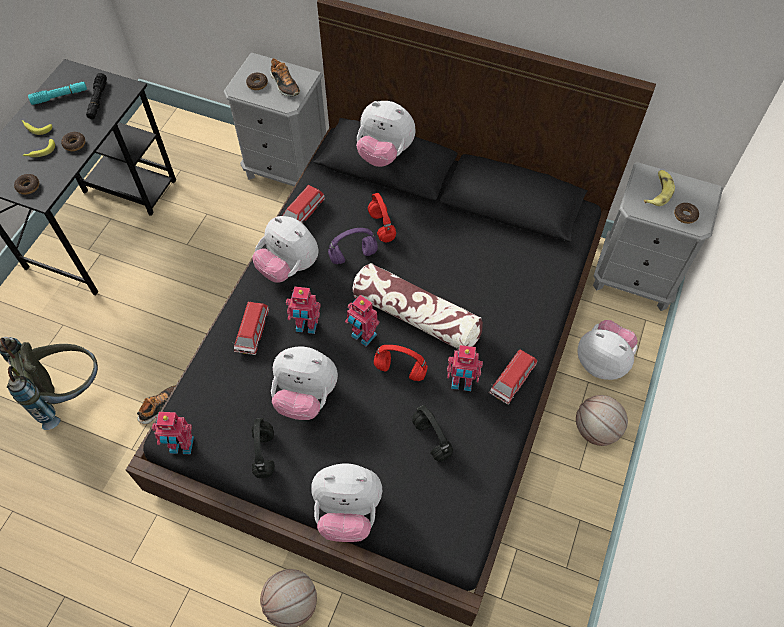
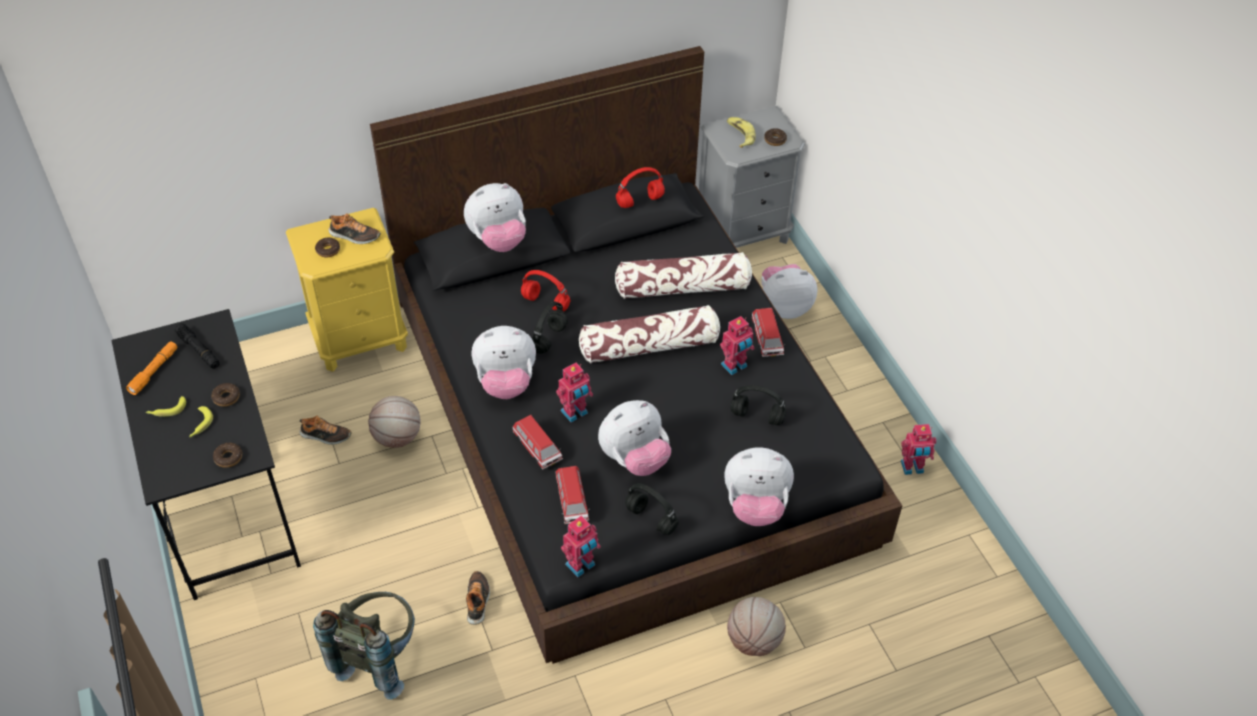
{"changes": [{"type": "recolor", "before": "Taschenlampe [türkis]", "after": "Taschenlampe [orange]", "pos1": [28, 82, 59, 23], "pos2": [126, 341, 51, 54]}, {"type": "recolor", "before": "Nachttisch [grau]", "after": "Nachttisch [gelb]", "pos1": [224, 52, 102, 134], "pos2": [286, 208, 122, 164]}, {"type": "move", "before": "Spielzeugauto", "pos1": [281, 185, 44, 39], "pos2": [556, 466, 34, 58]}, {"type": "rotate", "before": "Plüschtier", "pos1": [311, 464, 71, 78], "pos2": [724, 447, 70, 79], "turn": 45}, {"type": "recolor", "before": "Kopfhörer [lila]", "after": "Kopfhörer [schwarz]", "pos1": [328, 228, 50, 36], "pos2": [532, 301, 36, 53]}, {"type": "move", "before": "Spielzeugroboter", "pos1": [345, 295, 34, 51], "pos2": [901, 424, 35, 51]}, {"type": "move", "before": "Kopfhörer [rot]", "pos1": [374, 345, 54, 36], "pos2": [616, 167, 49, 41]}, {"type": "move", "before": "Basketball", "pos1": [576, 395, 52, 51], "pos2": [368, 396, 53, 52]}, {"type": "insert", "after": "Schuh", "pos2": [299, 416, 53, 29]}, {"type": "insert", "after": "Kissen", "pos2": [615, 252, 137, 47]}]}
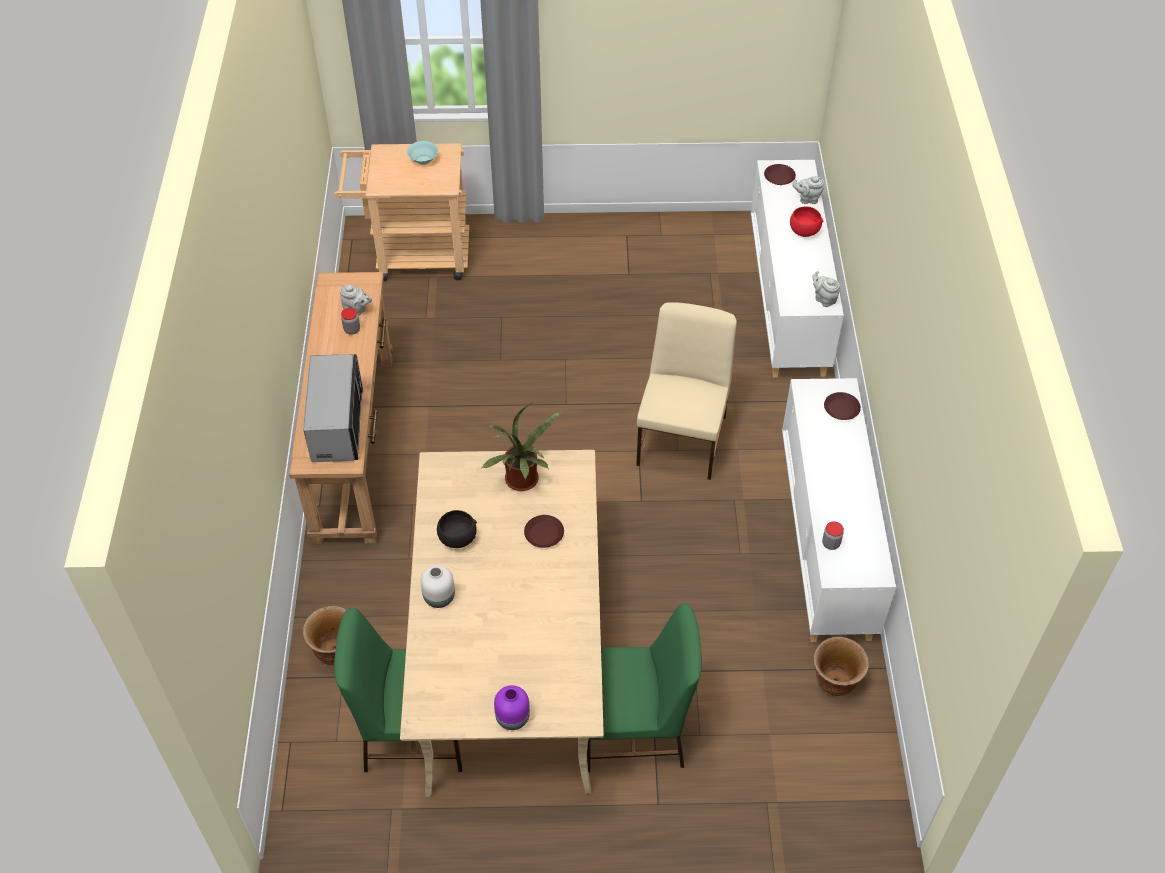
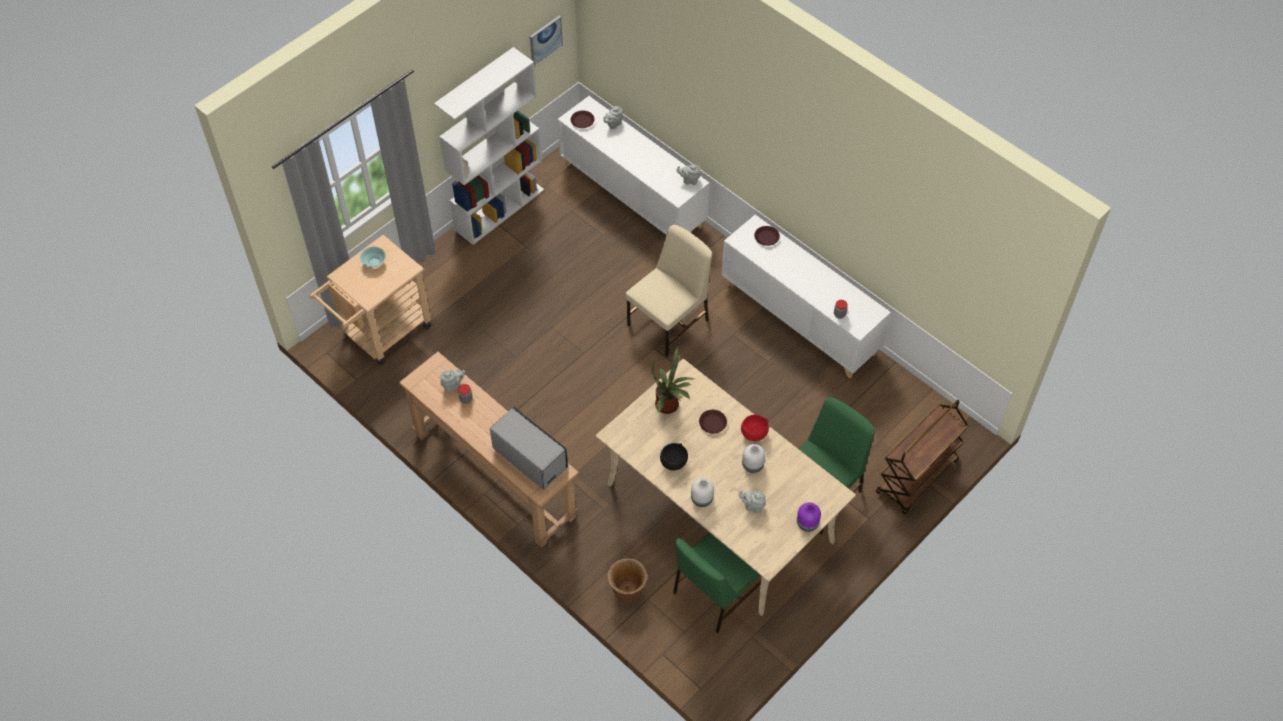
{"changes": [{"type": "rotate", "before": "Stuhl [beige]", "pos1": [636, 302, 101, 178], "pos2": [625, 225, 87, 132], "turn": 75}, {"type": "move", "before": "Schüssel [rot]", "pos1": [790, 207, 33, 30], "pos2": [741, 415, 28, 26]}, {"type": "delete", "before": "Pflanzkübel [braun]", "pos1": [813, 637, 56, 59]}, {"type": "insert", "after": "Bücherregal [weiß]", "pos2": [434, 47, 110, 198]}, {"type": "insert", "after": "Bild", "pos2": [530, 16, 33, 51]}, {"type": "insert", "after": "Teekanne [grau]", "pos2": [738, 490, 28, 23]}, {"type": "insert", "after": "Vase [weiß]", "pos2": [742, 444, 23, 29]}, {"type": "insert", "after": "Rollwagen [braun]", "pos2": [876, 400, 93, 115]}]}
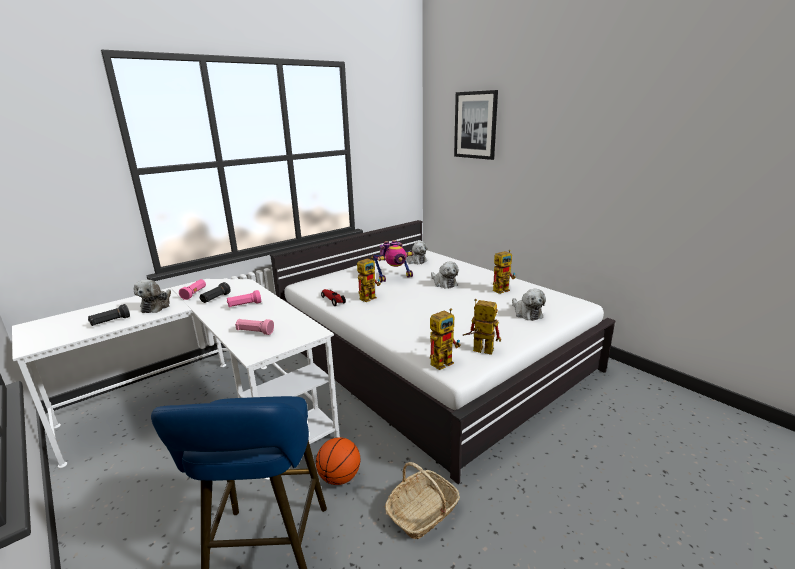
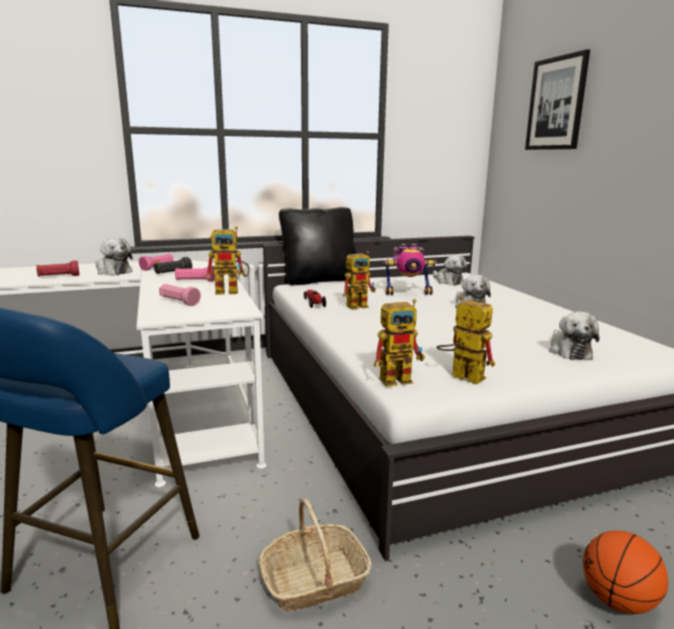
{"changes": [{"type": "recolor", "before": "Taschenlampe [schwarz]", "after": "Taschenlampe [rot]", "pos1": [88, 304, 42, 22], "pos2": [36, 260, 43, 16]}, {"type": "rotate", "before": "Plüschtier", "pos1": [134, 279, 37, 34], "pos2": [95, 237, 38, 38], "turn": -75}, {"type": "move", "before": "Basketball", "pos1": [316, 437, 45, 48], "pos2": [583, 531, 85, 83]}, {"type": "move", "before": "Spielzeugroboter", "pos1": [493, 250, 22, 44], "pos2": [206, 227, 44, 68]}, {"type": "insert", "after": "Kissen [schwarz]", "pos2": [279, 207, 77, 78]}]}
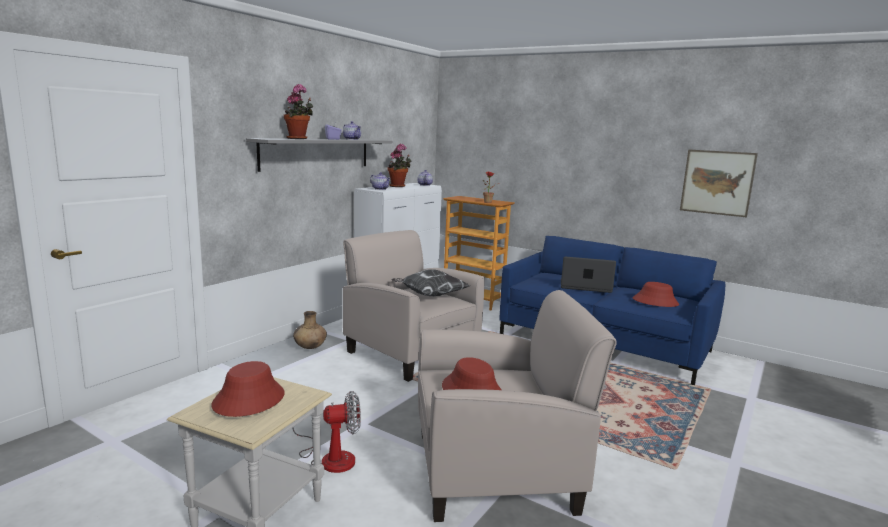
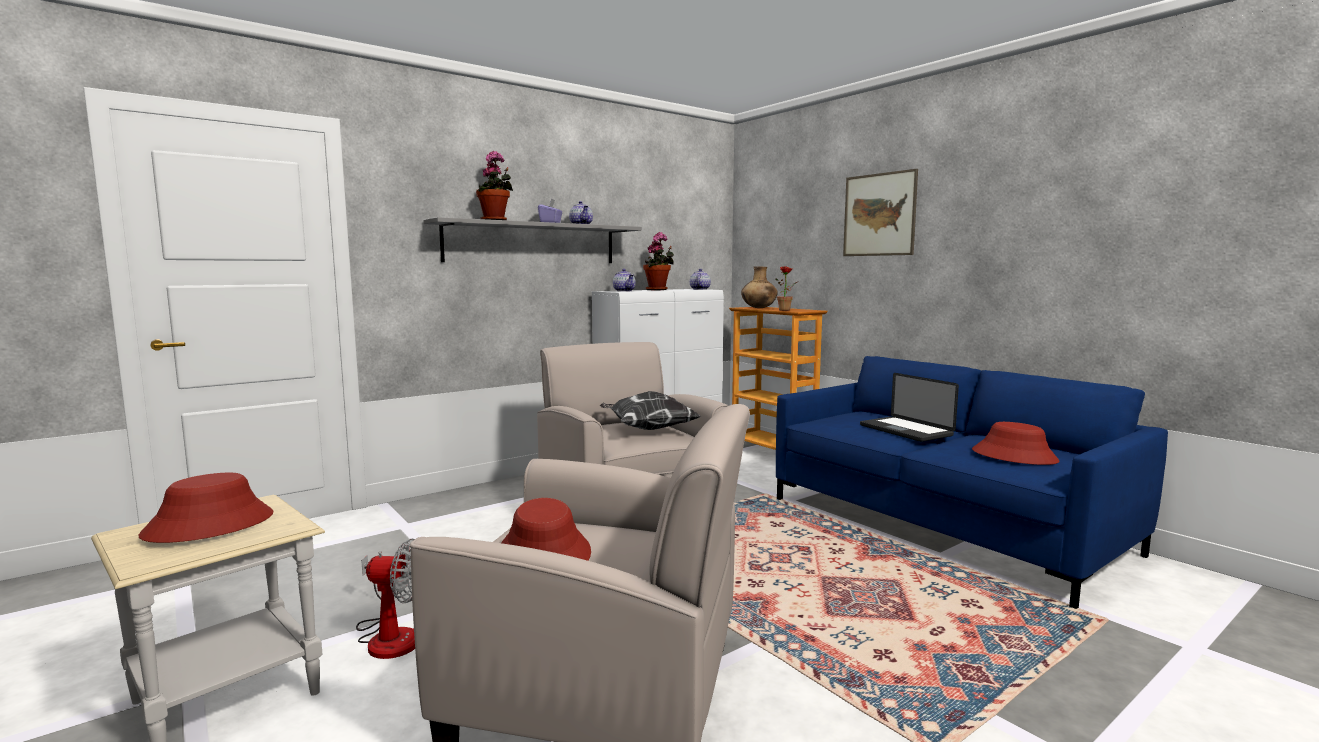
{"changes": [{"type": "move", "before": "Vase [braun]", "pos1": [293, 311, 34, 38], "pos2": [741, 266, 37, 42]}, {"type": "rotate", "before": "Laptop", "pos1": [561, 257, 55, 36], "pos2": [860, 373, 99, 69], "turn": -150}, {"type": "move", "before": "Bild", "pos1": [680, 149, 78, 69], "pos2": [843, 169, 75, 87]}]}
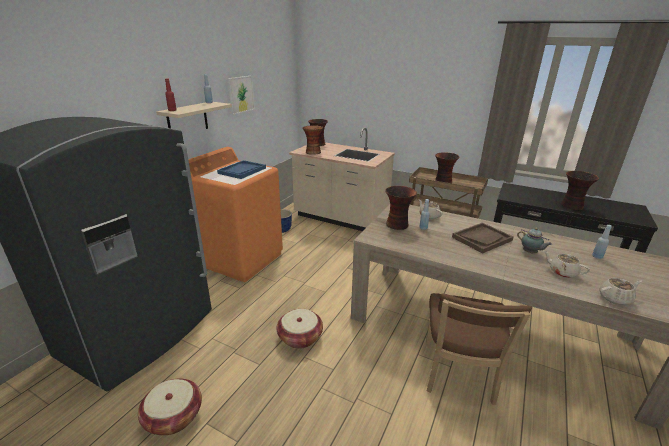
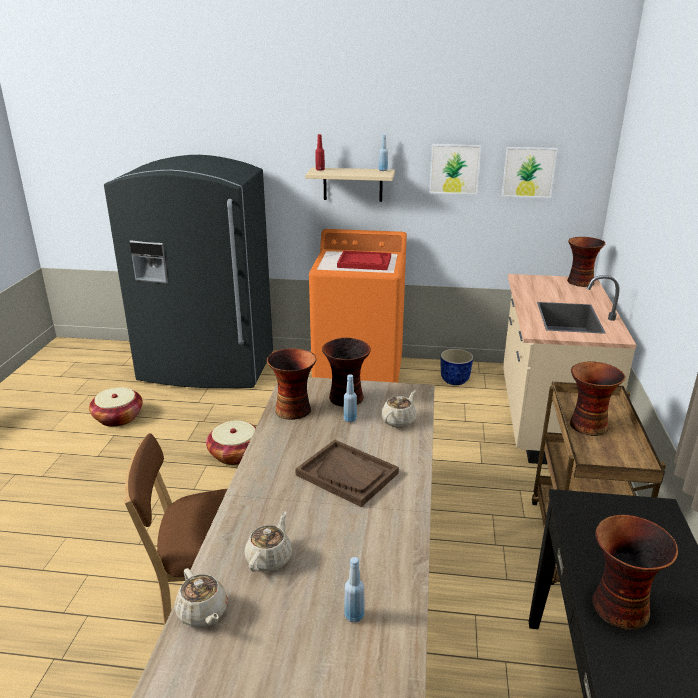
{"changes": [{"type": "recolor", "before": "Tablett [blau]", "after": "Tablett [rot]", "pos1": [217, 160, 49, 19], "pos2": [337, 251, 54, 19]}, {"type": "move", "before": "Vase", "pos1": [302, 125, 21, 30], "pos2": [267, 348, 49, 72]}, {"type": "delete", "before": "Teekanne", "pos1": [517, 228, 35, 26]}, {"type": "insert", "after": "Bild", "pos2": [502, 147, 56, 51]}]}
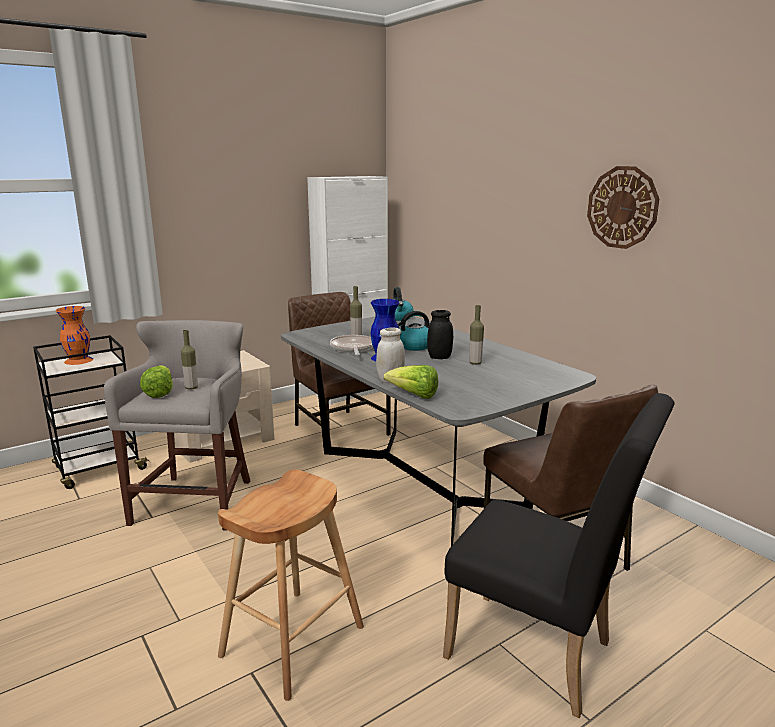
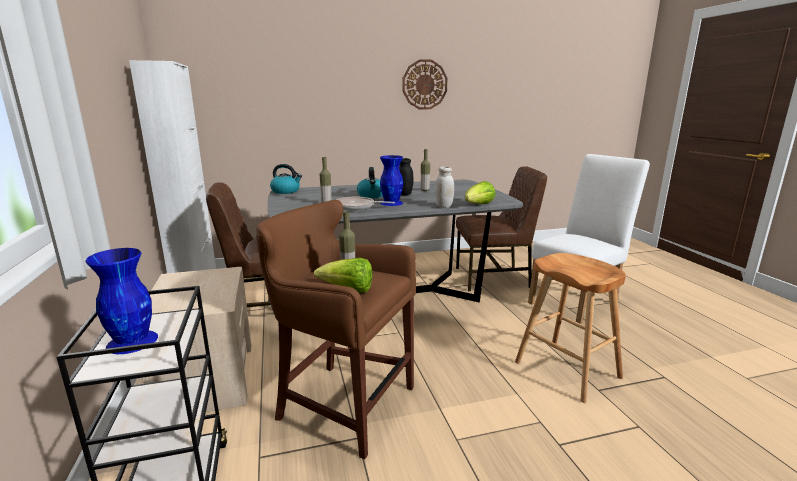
{"changes": [{"type": "recolor", "before": "Vase [orange]", "after": "Vase [blau]", "pos1": [56, 306, 37, 59], "pos2": [85, 248, 73, 106]}, {"type": "recolor", "before": "Hocker [grau]", "after": "Hocker [braun]", "pos1": [104, 320, 147, 211], "pos2": [256, 200, 160, 259]}, {"type": "recolor", "before": "Stuhl [schwarz]", "after": "Stuhl [weiß]", "pos1": [443, 393, 232, 325], "pos2": [528, 154, 122, 170]}]}
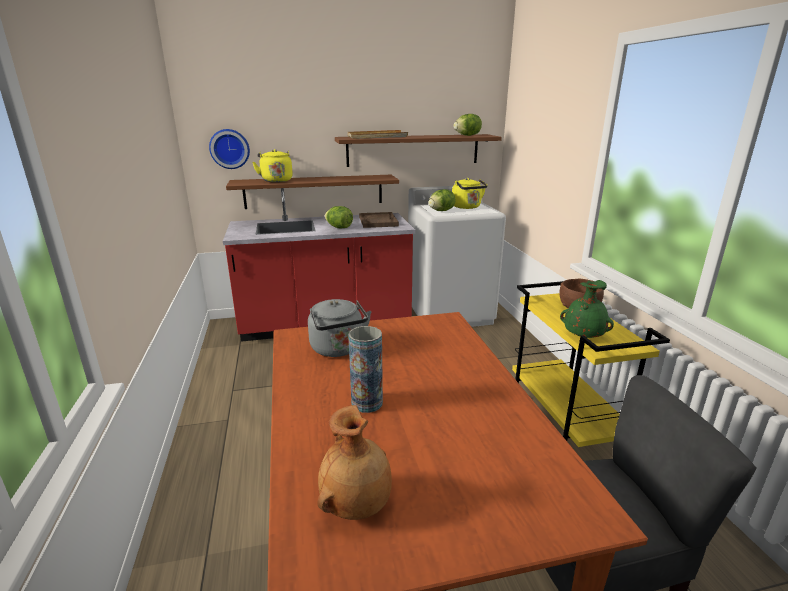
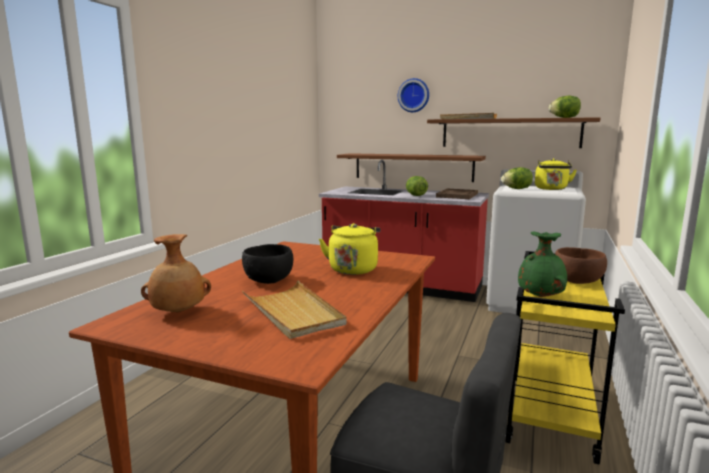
{"changes": [{"type": "move", "before": "Wanduhr", "pos1": [209, 129, 41, 40], "pos2": [398, 78, 31, 34]}, {"type": "move", "before": "Wasserkessel [gelb]", "pos1": [252, 149, 41, 33], "pos2": [319, 223, 62, 52]}, {"type": "delete", "before": "Wasserkessel [grau]", "pos1": [308, 299, 63, 58]}, {"type": "replace", "before": "Vase", "after": "Schüssel [schwarz]", "pos1": [349, 326, 34, 87], "pos2": [242, 244, 51, 40]}, {"type": "insert", "after": "Tablett [beige]", "pos2": [242, 280, 105, 59]}]}
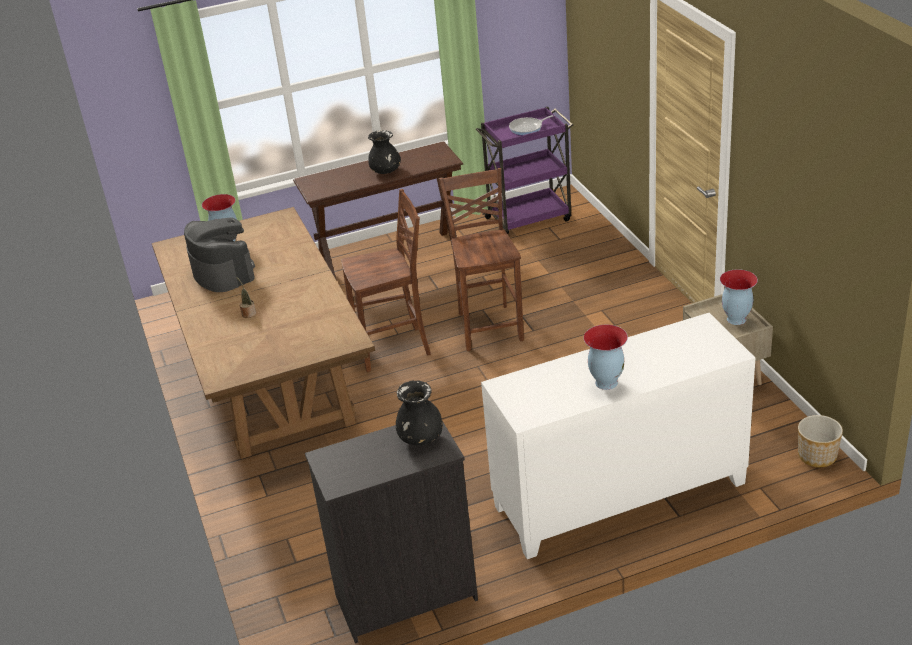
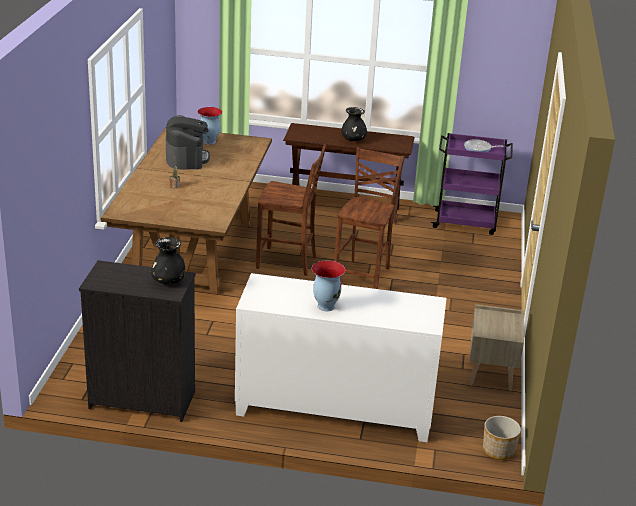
{"changes": [{"type": "delete", "before": "Vase", "pos1": [720, 269, 38, 56]}]}
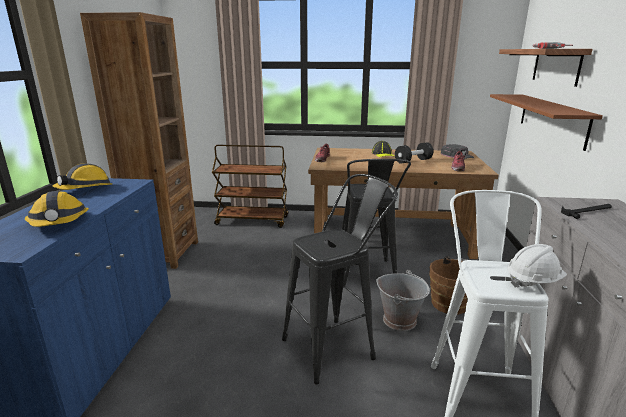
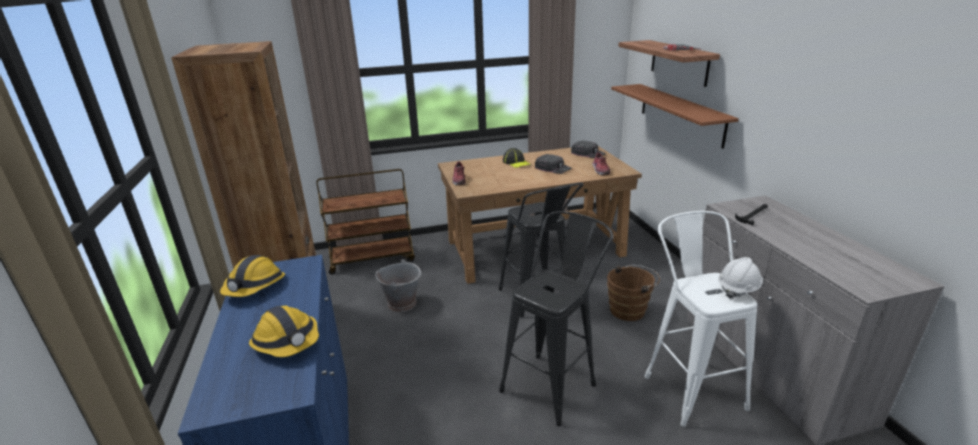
{"changes": [{"type": "move", "before": "Eimer [grau]", "pos1": [376, 270, 54, 61], "pos2": [375, 259, 46, 53]}, {"type": "replace", "before": "Hantel [schwarz]", "after": "Kappe [schwarz]", "pos1": [395, 142, 38, 22], "pos2": [535, 154, 36, 20]}]}
